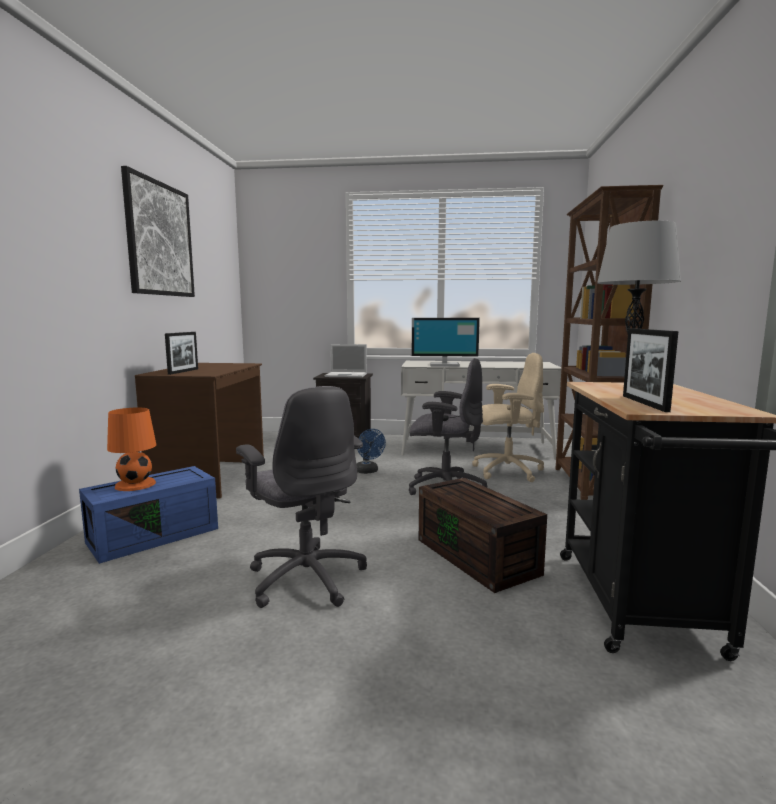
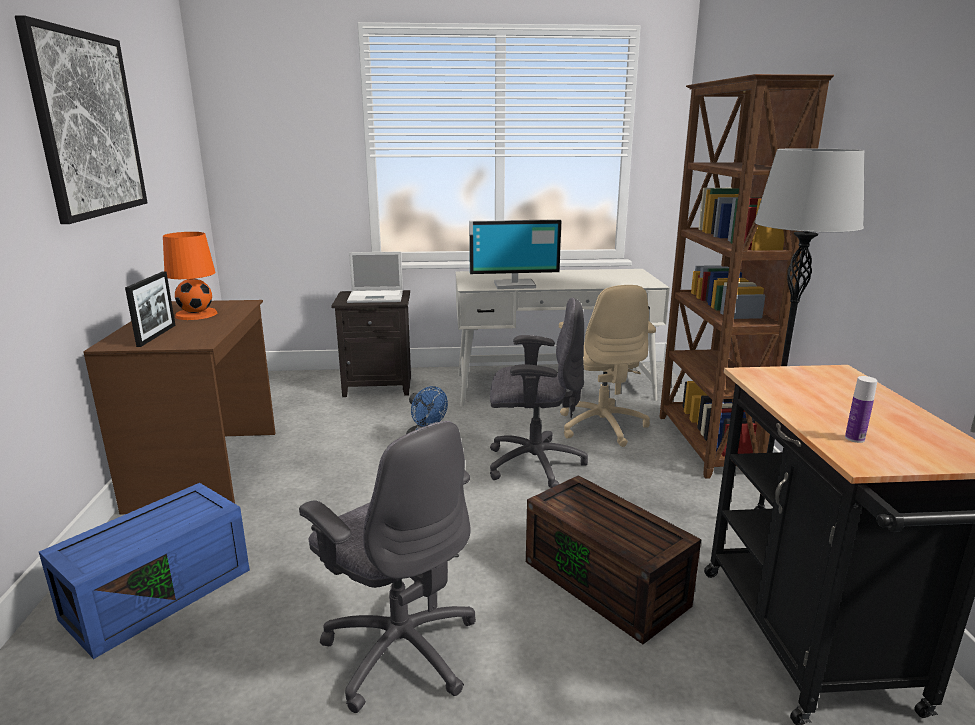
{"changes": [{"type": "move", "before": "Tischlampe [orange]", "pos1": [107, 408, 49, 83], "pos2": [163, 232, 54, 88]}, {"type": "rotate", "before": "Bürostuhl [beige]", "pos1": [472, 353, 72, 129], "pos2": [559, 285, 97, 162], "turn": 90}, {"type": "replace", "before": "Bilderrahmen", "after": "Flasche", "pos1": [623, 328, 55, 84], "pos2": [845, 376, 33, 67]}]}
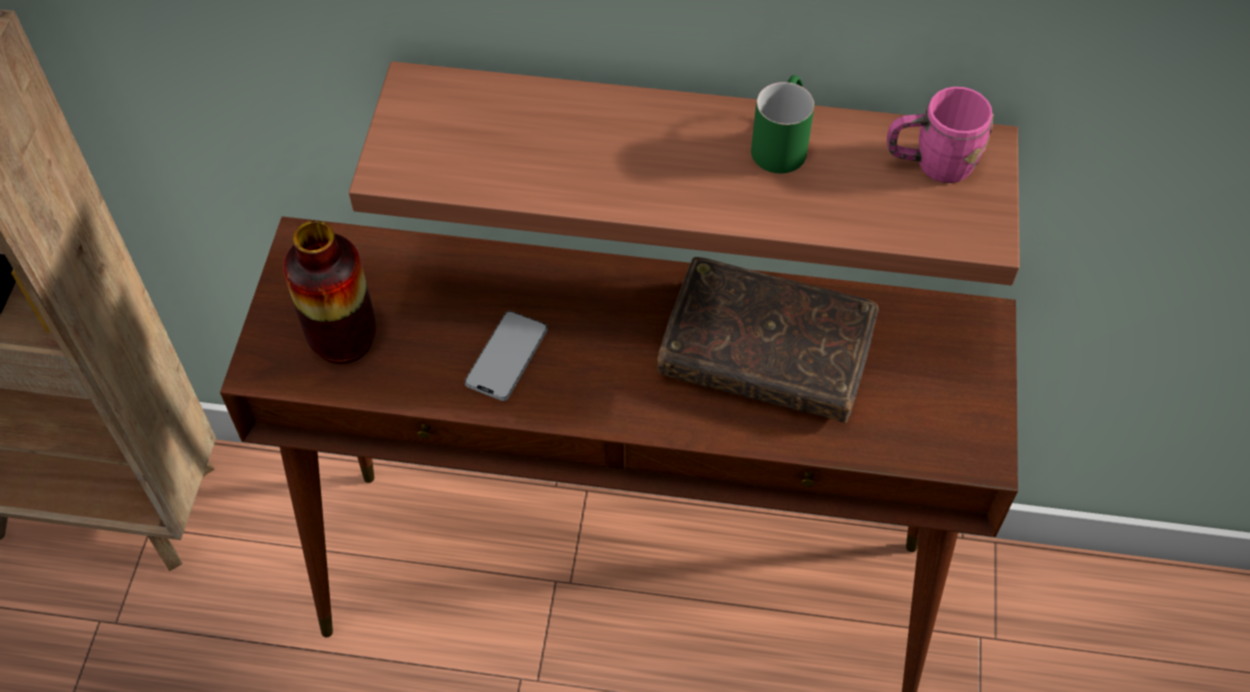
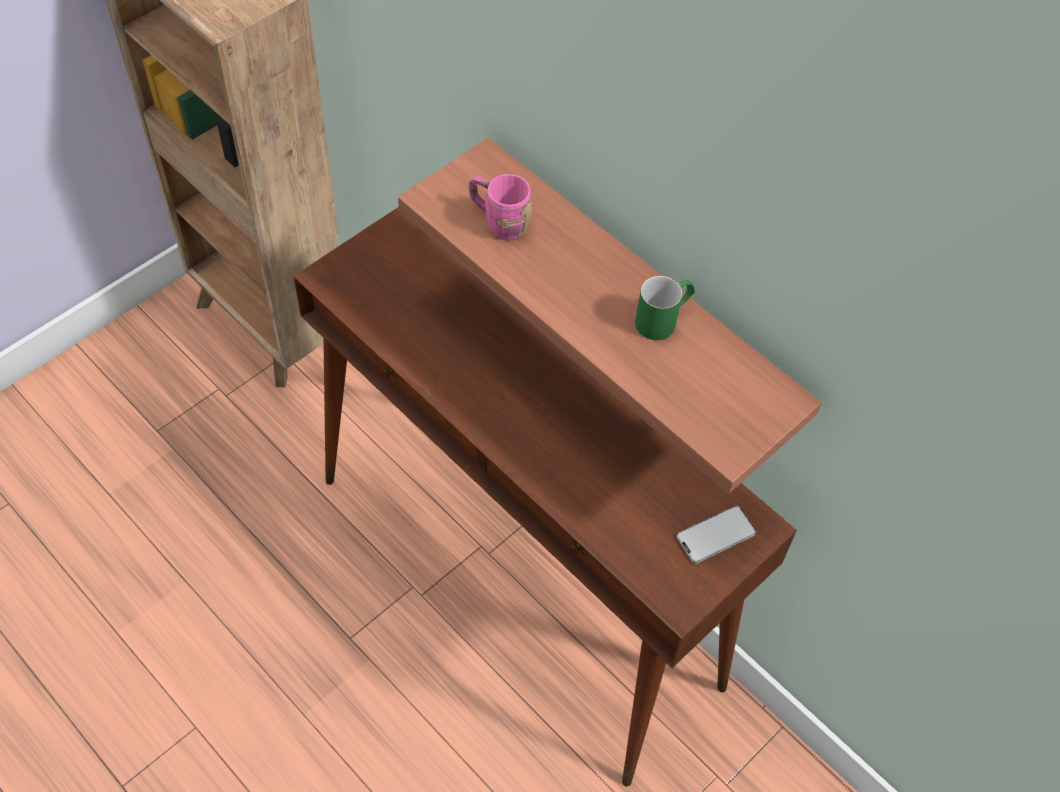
{"changes": [{"type": "delete", "before": "Vase", "pos1": [283, 221, 93, 143]}, {"type": "move", "before": "Handy", "pos1": [465, 311, 83, 90], "pos2": [676, 506, 80, 58]}, {"type": "delete", "before": "Buch [braun]", "pos1": [657, 257, 222, 166]}, {"type": "move", "before": "Henkelbecher [rosa]", "pos1": [887, 87, 107, 96], "pos2": [469, 174, 63, 66]}]}
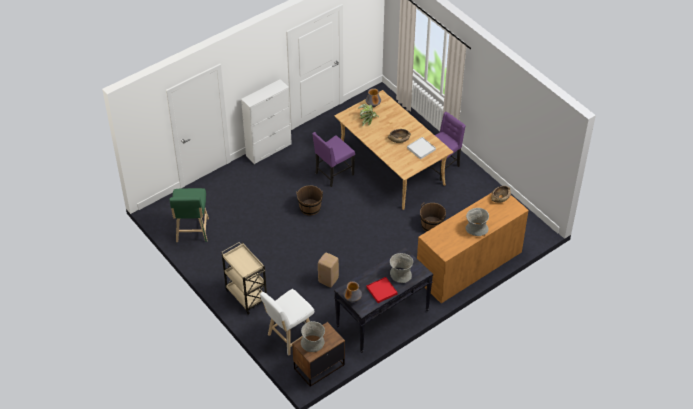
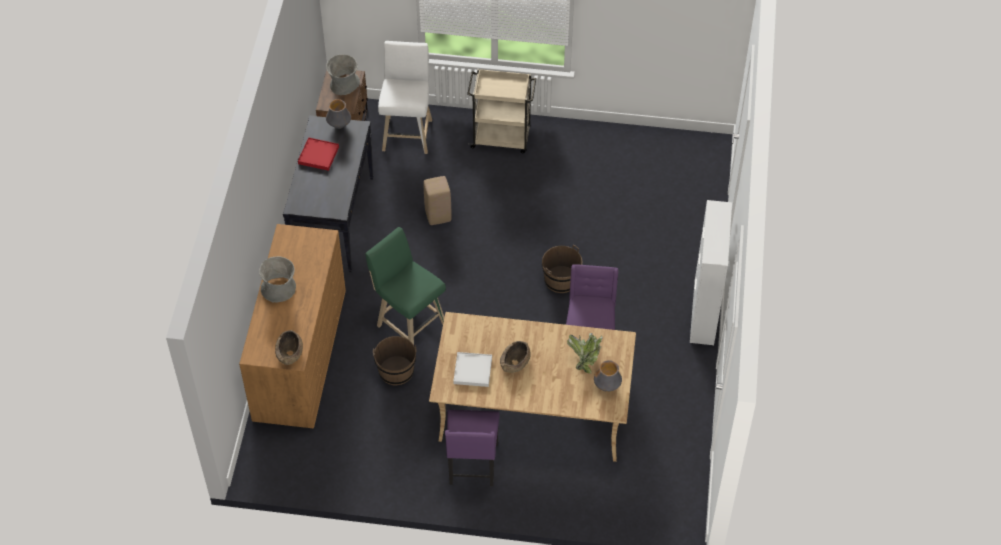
{"changes": [{"type": "move", "before": "Hocker [grün]", "pos1": [170, 188, 39, 54], "pos2": [365, 227, 81, 118]}, {"type": "delete", "before": "Vase [grau]", "pos1": [390, 253, 23, 30]}]}
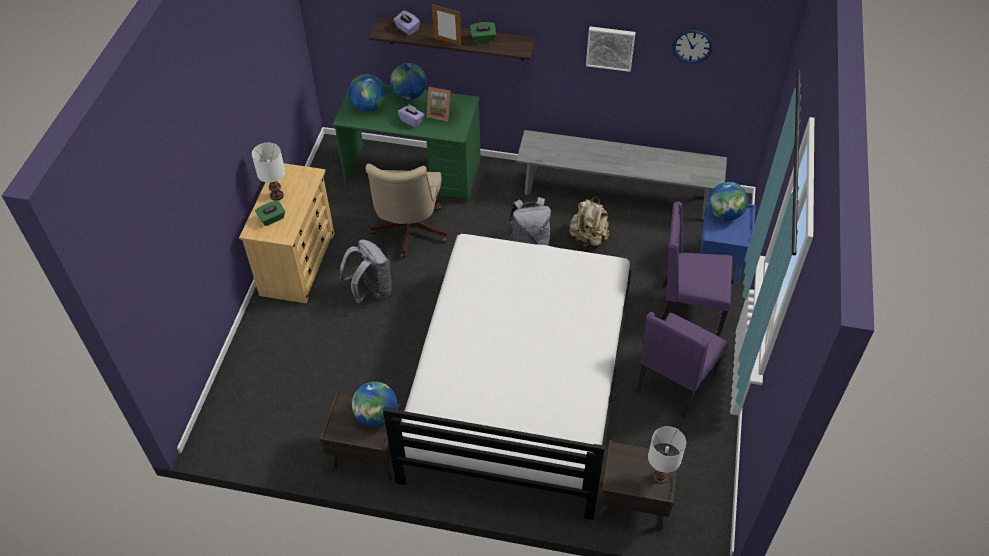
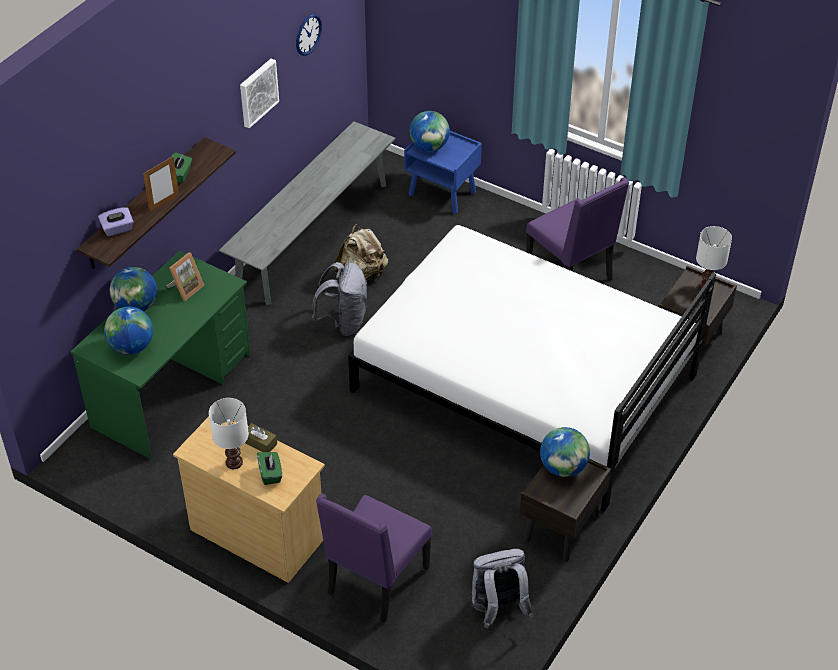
{"changes": [{"type": "move", "before": "Rucksack [grau]", "pos1": [339, 239, 53, 64], "pos2": [471, 549, 62, 79]}, {"type": "delete", "before": "Bürostuhl [beige]", "pos1": [366, 164, 81, 94]}, {"type": "delete", "before": "Taschentuchbox [lila]", "pos1": [398, 104, 27, 23]}, {"type": "move", "before": "Stuhl [lila]", "pos1": [659, 202, 74, 134], "pos2": [316, 493, 116, 130]}, {"type": "insert", "after": "Taschentuchbox [braun]", "pos2": [245, 423, 32, 29]}]}
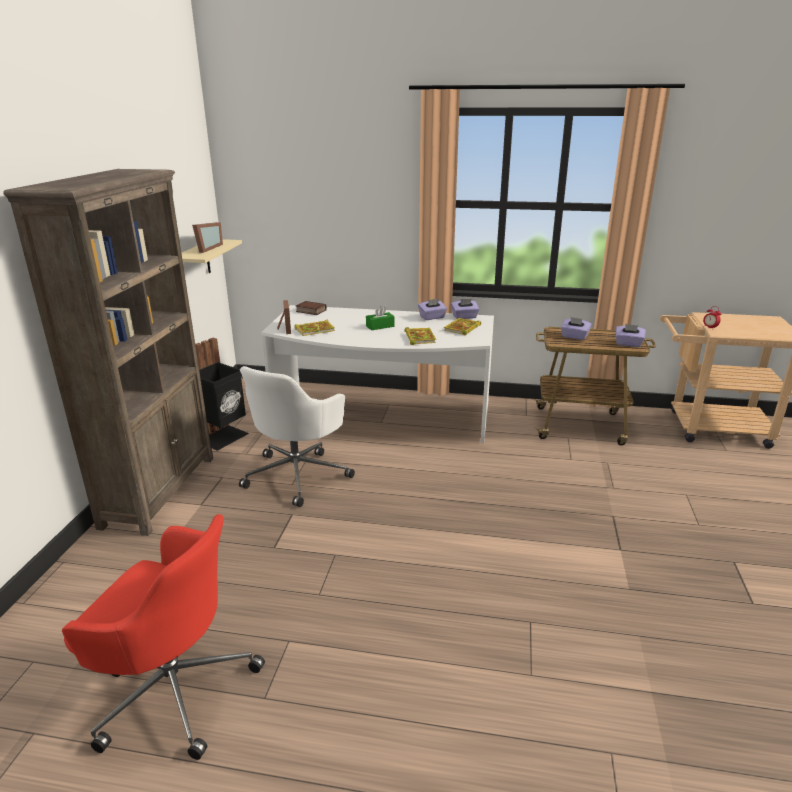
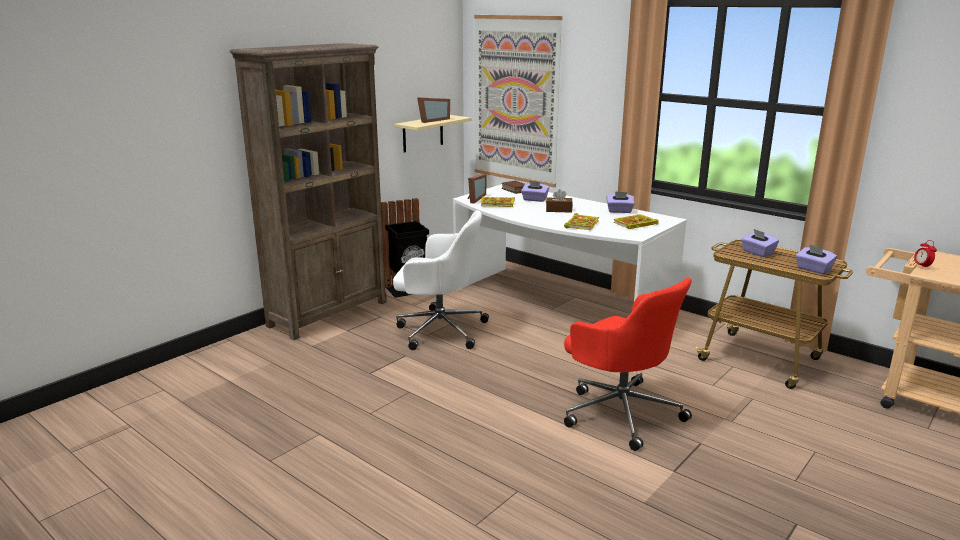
{"changes": [{"type": "move", "before": "Bürostuhl [rot]", "pos1": [62, 514, 203, 246], "pos2": [564, 277, 128, 174]}, {"type": "rotate", "before": "Bürostuhl [weiß]", "pos1": [239, 366, 116, 141], "pos2": [393, 210, 96, 140], "turn": -135}, {"type": "recolor", "before": "Taschentuchbox [grün]", "after": "Taschentuchbox [braun]", "pos1": [366, 306, 29, 24], "pos2": [546, 189, 27, 24]}, {"type": "move", "before": "Taschentuchbox [lila]", "pos1": [451, 299, 28, 20], "pos2": [521, 181, 28, 21]}, {"type": "insert", "after": "Bild", "pos2": [474, 15, 89, 172]}]}
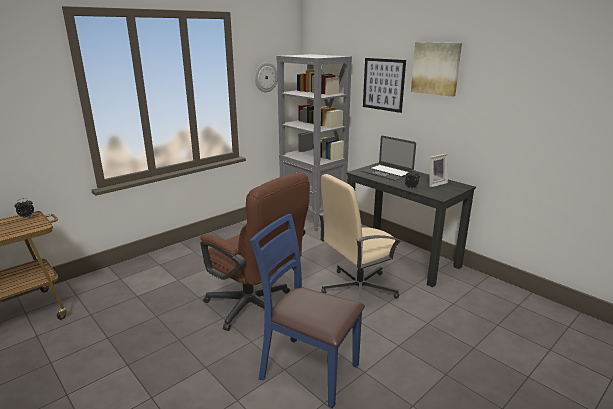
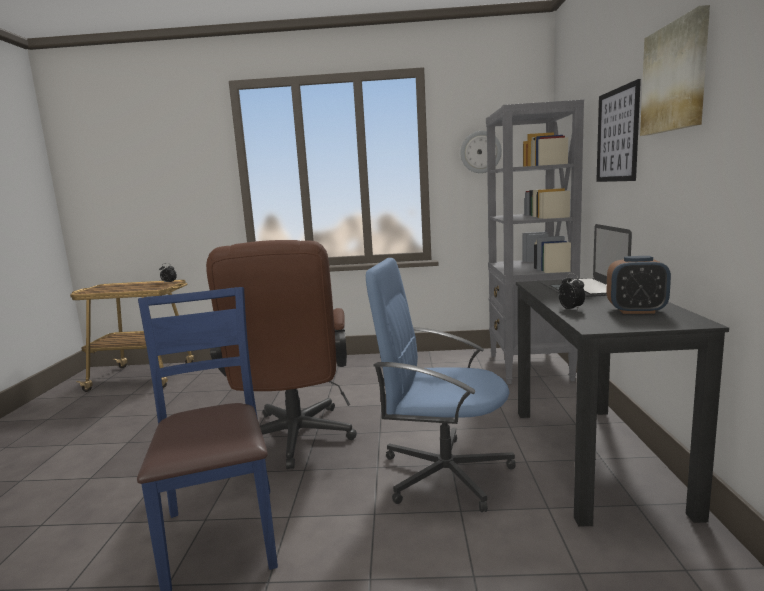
{"changes": [{"type": "recolor", "before": "Bürostuhl [beige]", "after": "Bürostuhl [blau]", "pos1": [319, 174, 83, 129], "pos2": [366, 258, 150, 254]}, {"type": "replace", "before": "Bilderrahmen", "after": "Wecker", "pos1": [429, 153, 19, 34], "pos2": [606, 256, 65, 58]}]}
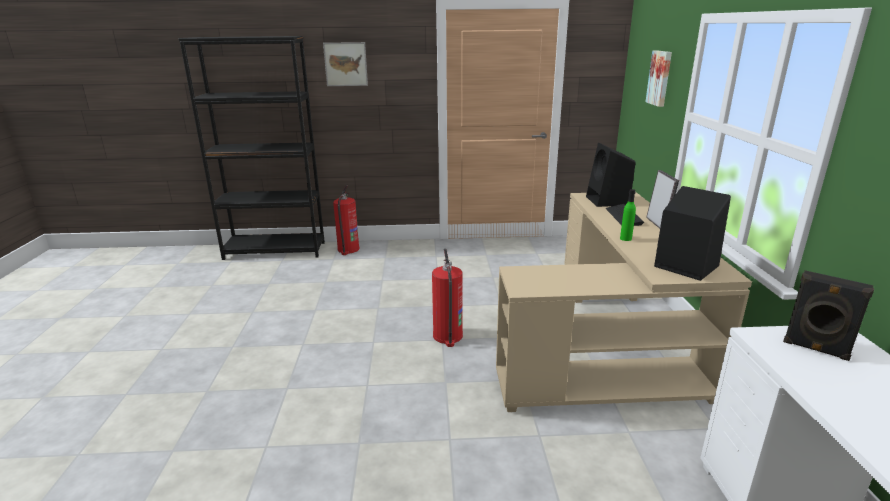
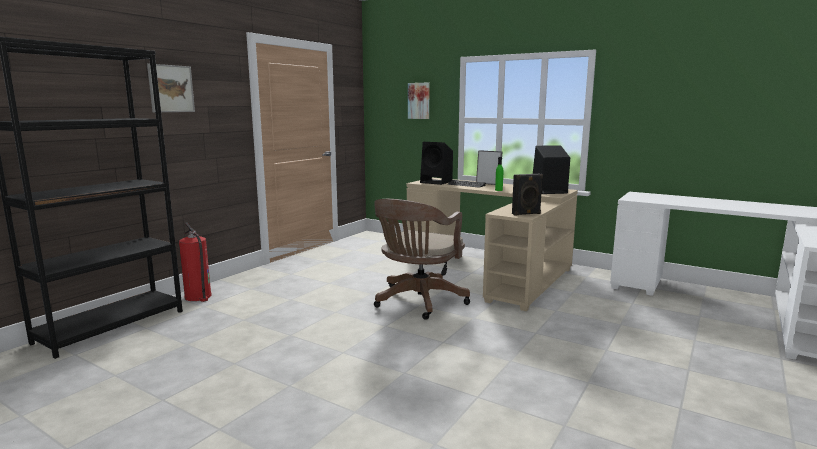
{"changes": [{"type": "replace", "before": "Feuerlöscher", "after": "Bürostuhl [braun]", "pos1": [432, 249, 31, 98], "pos2": [374, 199, 96, 121]}, {"type": "move", "before": "Lautsprecher [schwarz]", "pos1": [783, 270, 91, 91], "pos2": [512, 174, 31, 41]}]}
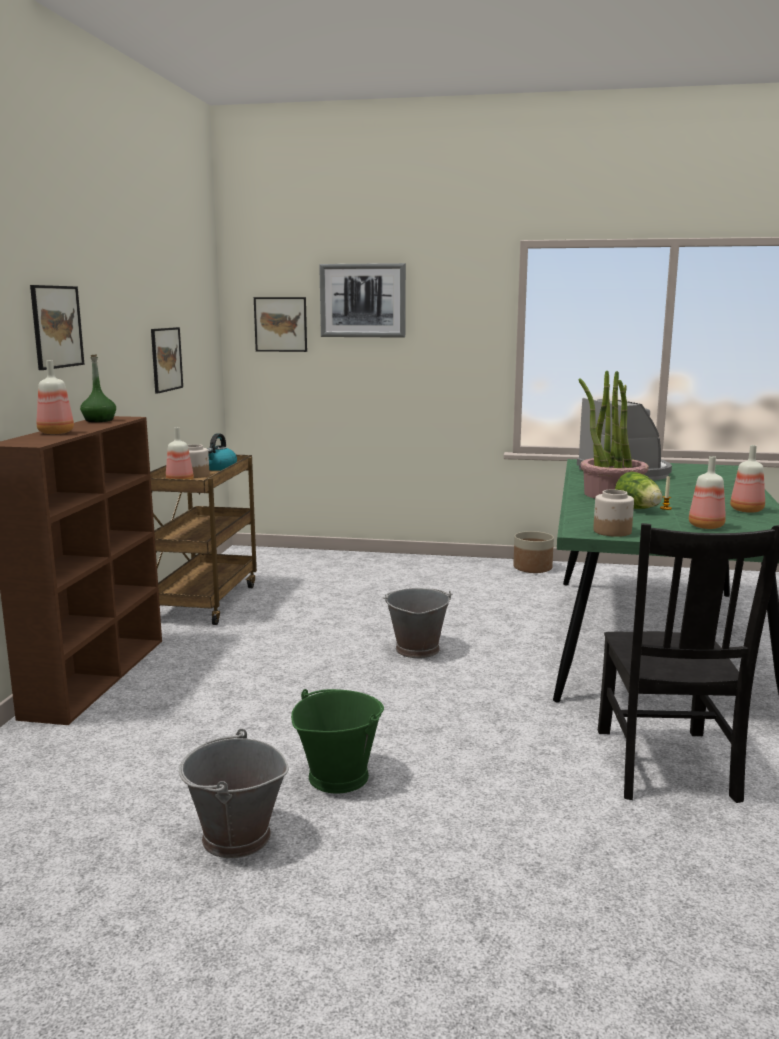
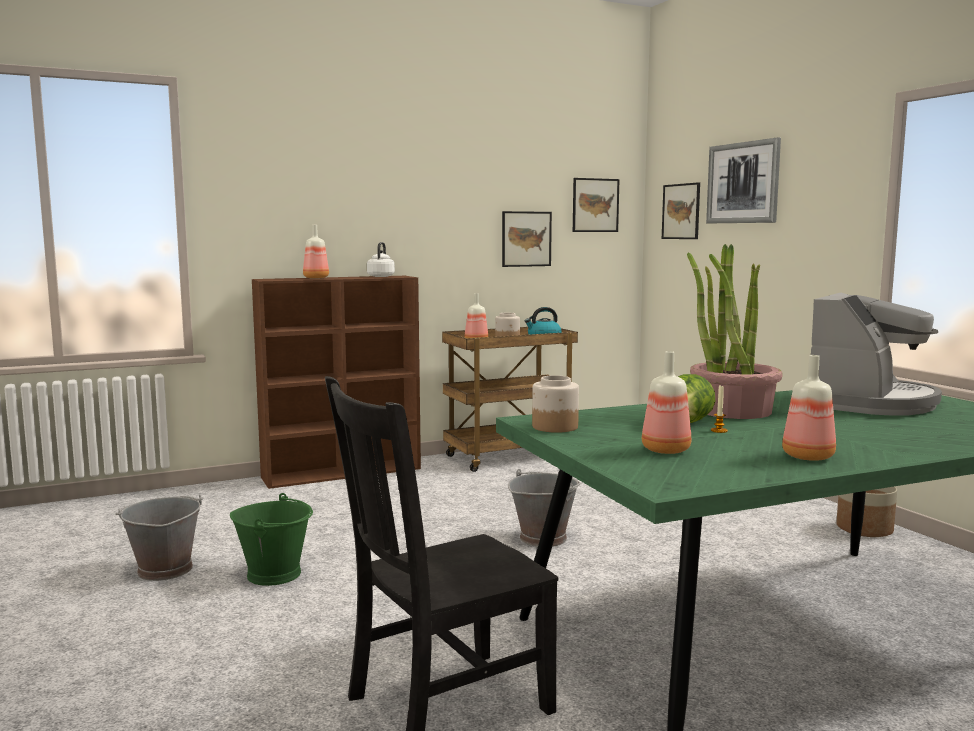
{"changes": [{"type": "move", "before": "Bild", "pos1": [30, 285, 54, 85], "pos2": [573, 178, 47, 54]}, {"type": "replace", "before": "Flasche [grün]", "after": "Wasserkessel [weiß]", "pos1": [80, 354, 36, 68], "pos2": [367, 242, 28, 35]}]}
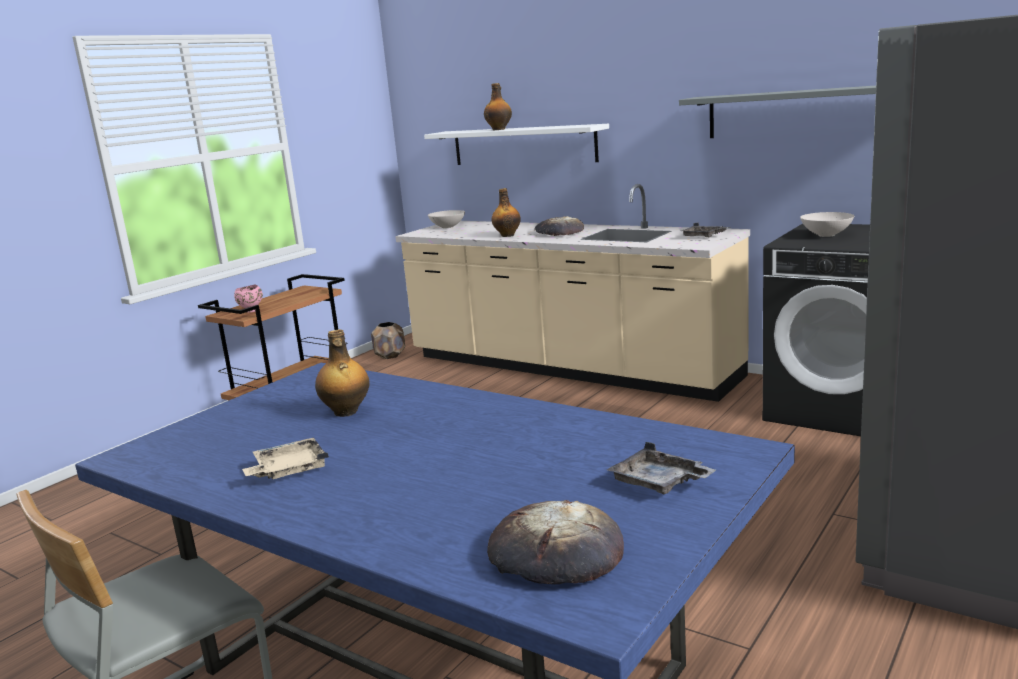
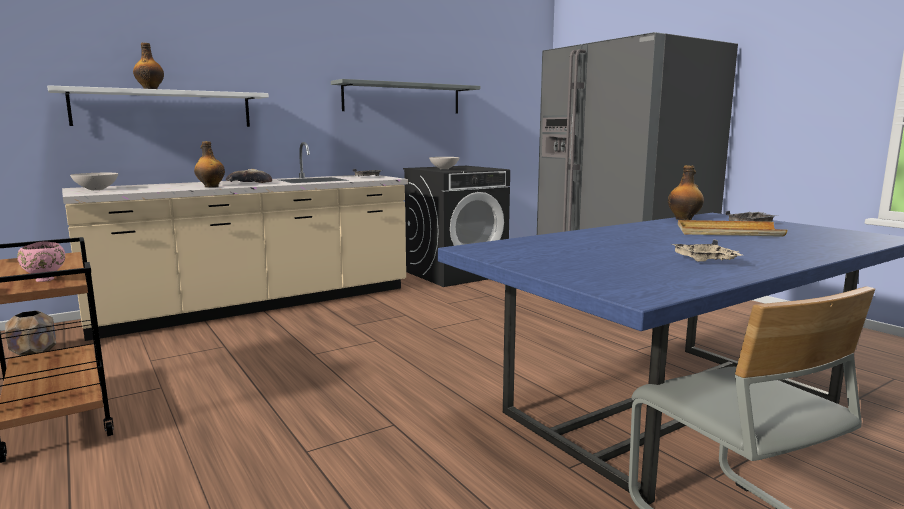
{"changes": [{"type": "move", "before": "Flasche", "pos1": [315, 329, 54, 88], "pos2": [668, 165, 36, 55]}, {"type": "delete", "before": "Brot", "pos1": [487, 500, 137, 84]}, {"type": "insert", "after": "Tablett [beige]", "pos2": [678, 220, 110, 17]}]}
